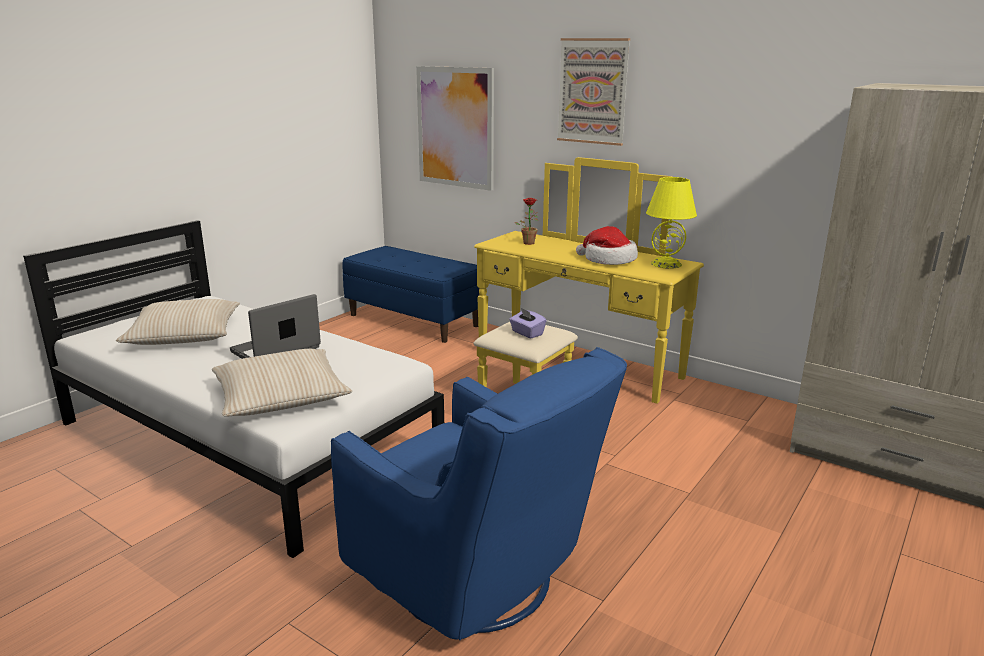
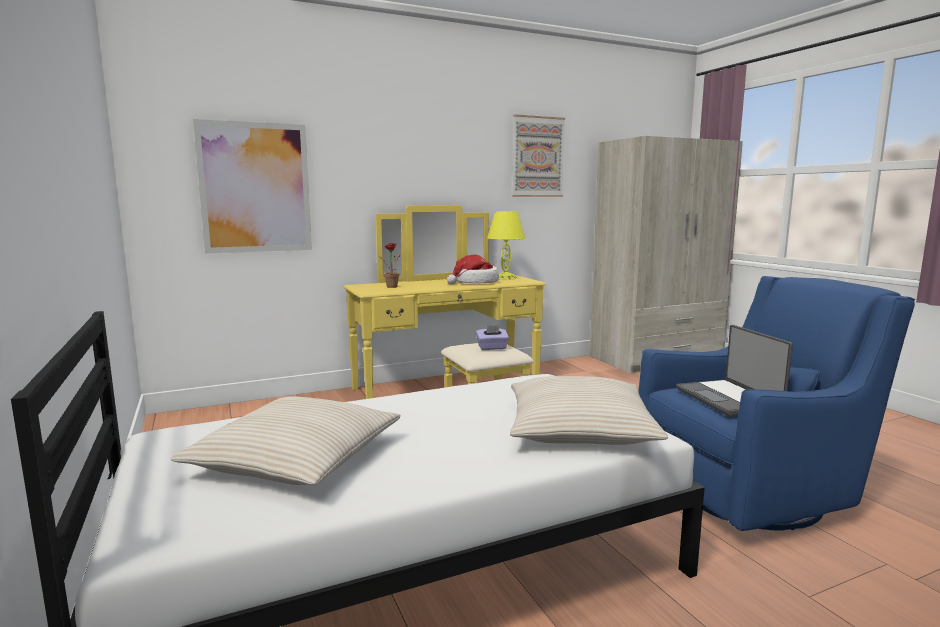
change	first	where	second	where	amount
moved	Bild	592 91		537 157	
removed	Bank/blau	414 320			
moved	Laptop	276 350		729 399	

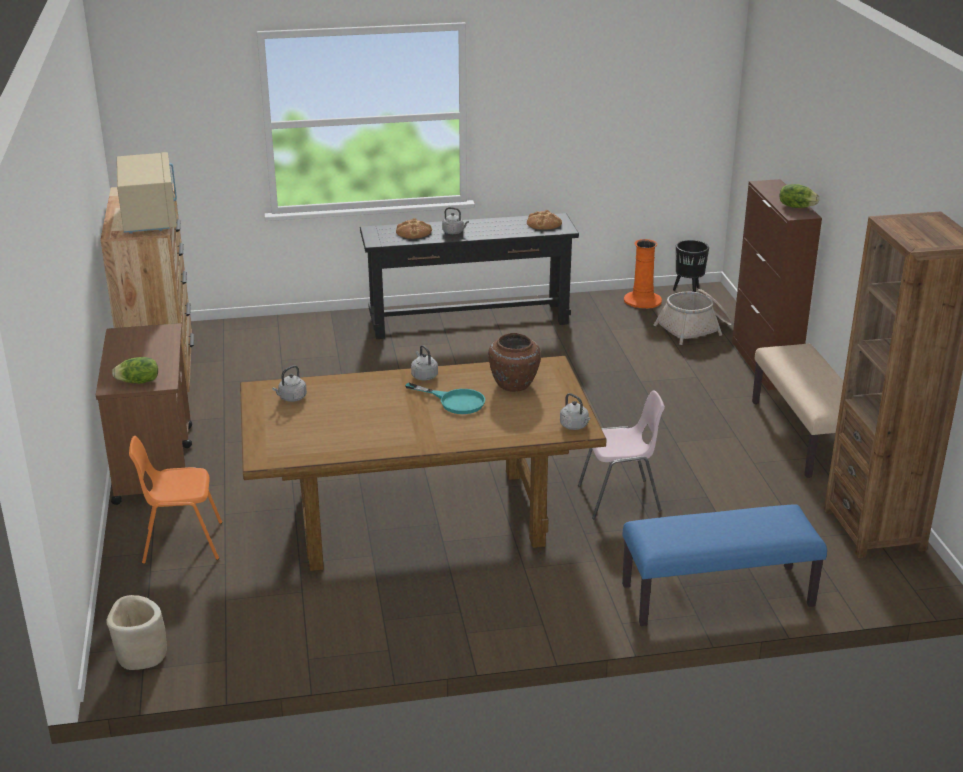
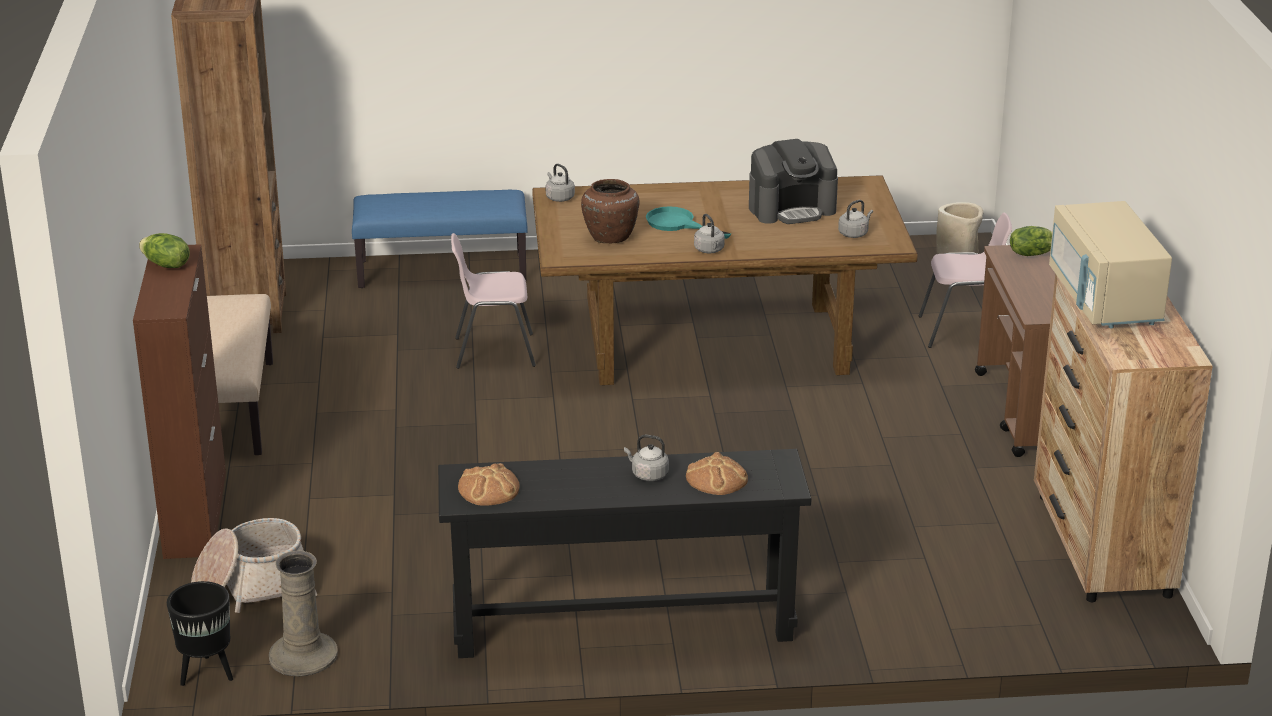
change	first	where	second	where	amount
recoloured	Vase/orange	643 301	Vase/beige	302 655	
recoloured	Stuhl/orange	181 543	Stuhl/rosa	962 331	
added			Kaffeemaschine	792 209	

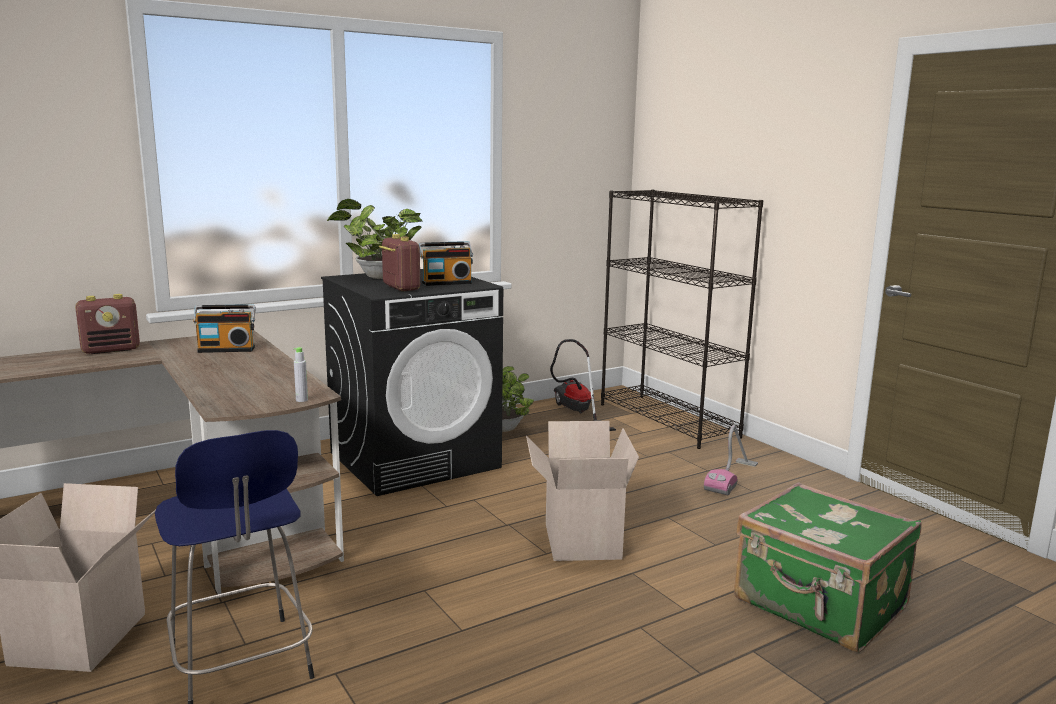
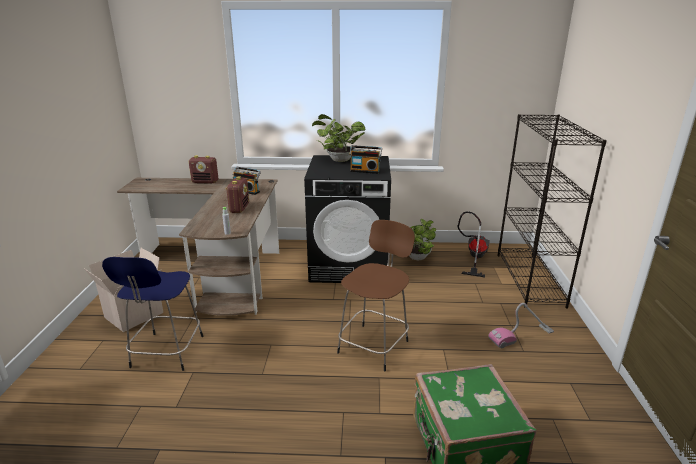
change	first	where	second	where	amount
moved	Radio	400 288		239 208	
replaced	Karton	579 540	Hocker/braun	374 345	

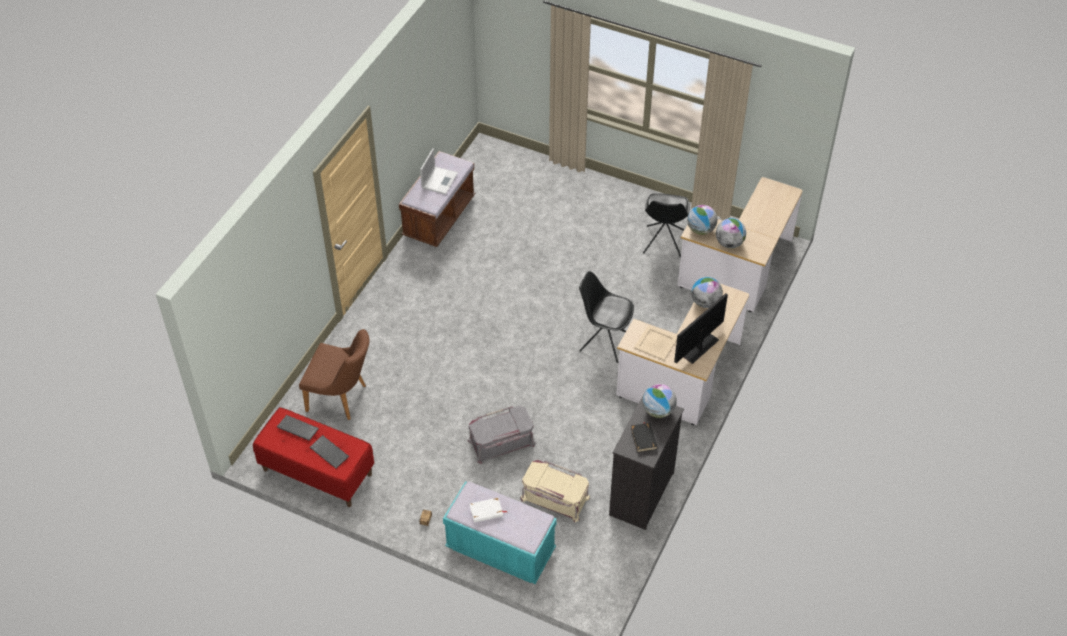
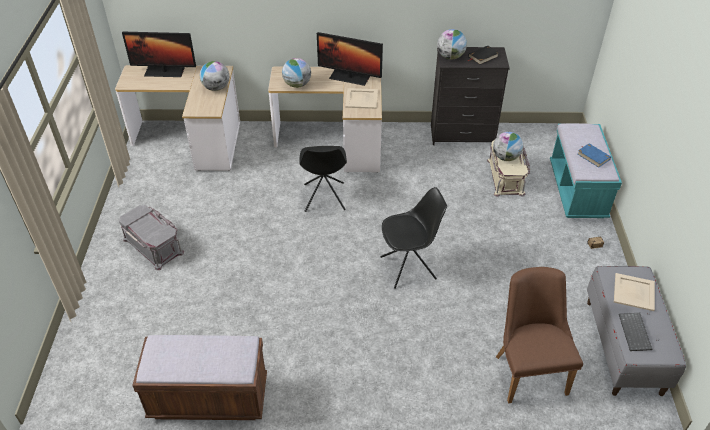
change	first	where	second	where	amount
removed	Laptop	439 180			
moved	Stuhl/schwarz	663 242		409 267	
moved	Globus	700 230		505 157	
moved	Aufbewahrungsbox/grau	501 443		154 245	
recoloured	Bank/rot	317 472	Bank/grau	623 346	
replaced	Tastatur	330 452	Tablett/beige	633 291	
recoloured	Buch/weiß	486 511	Buch/blau	593 157	
added			Monitor	164 72	

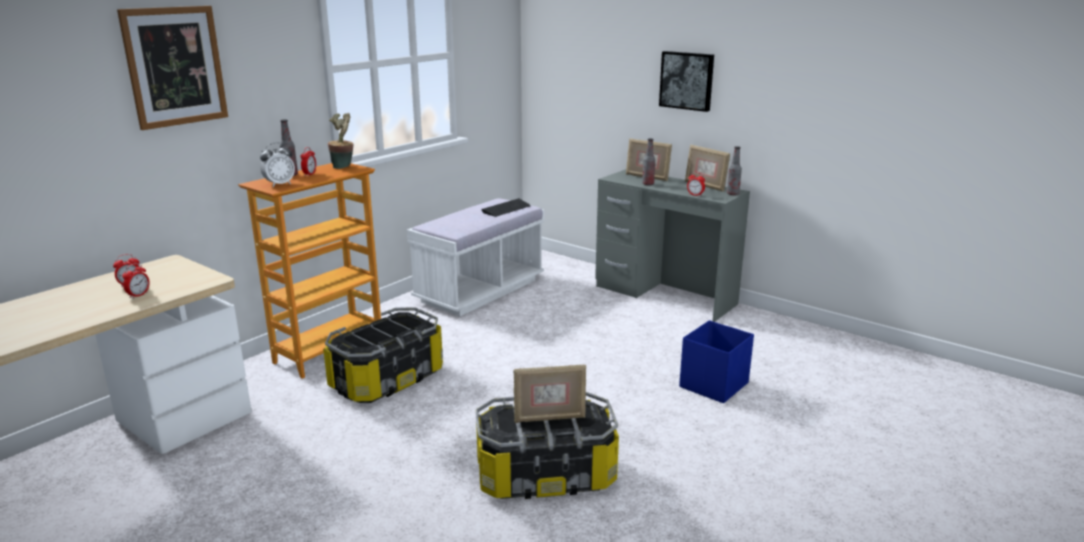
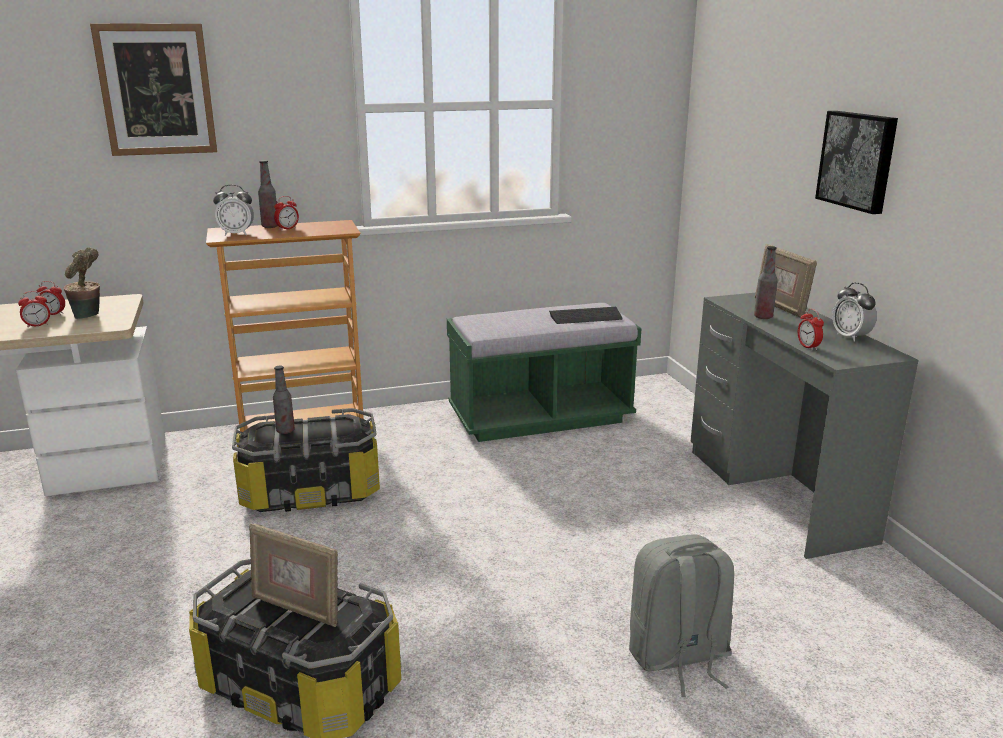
change	first	where	second	where	amount
moved	Topfpflanze	344 166		88 316	
replaced	Bilderrahmen	705 186	Wecker	850 337	
moved	Flasche	732 194		285 431	
recoloured	Bank/weiß	480 291	Bank/grün	540 417	
replaced	Aufbewahrungsbox/blau	713 385	Rucksack/grau	678 658	

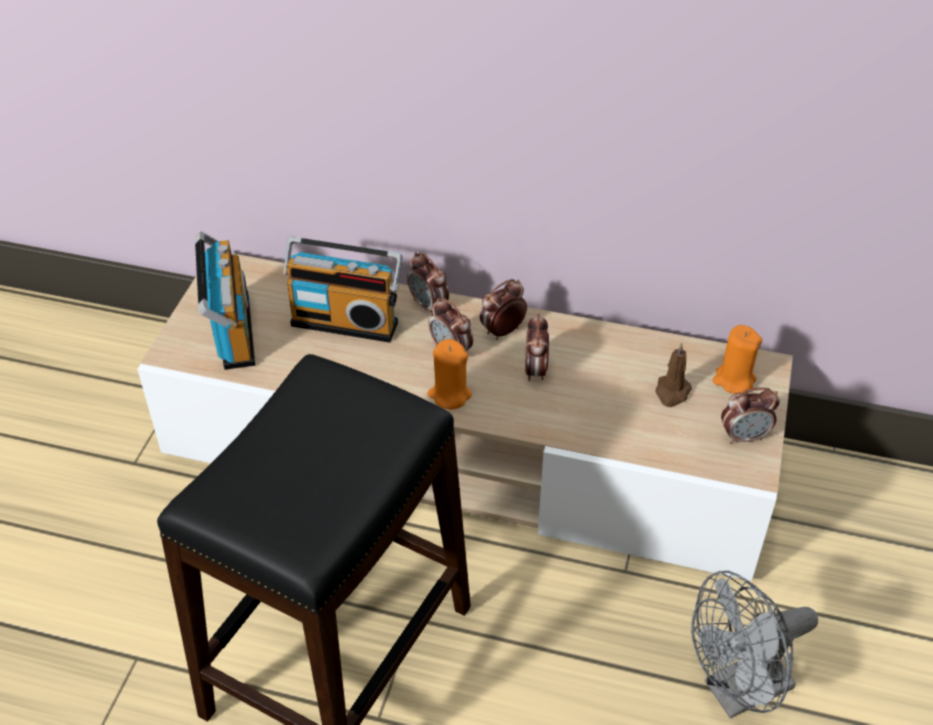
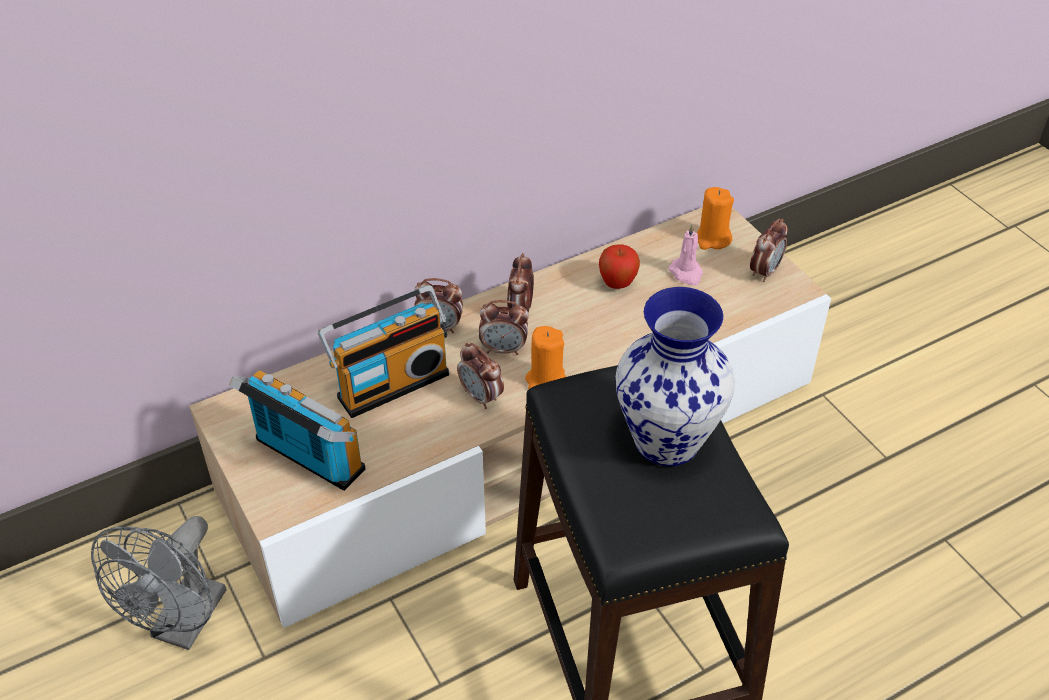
change	first	where	second	where	amount
moved	Wecker	535 371		481 397	
recoloured	Kerze/braun	672 392	Kerze/rosa	686 273	
moved	Ventilator/grau	737 692		183 625	
added			Apfel	617 284	
added			Vase	667 442	

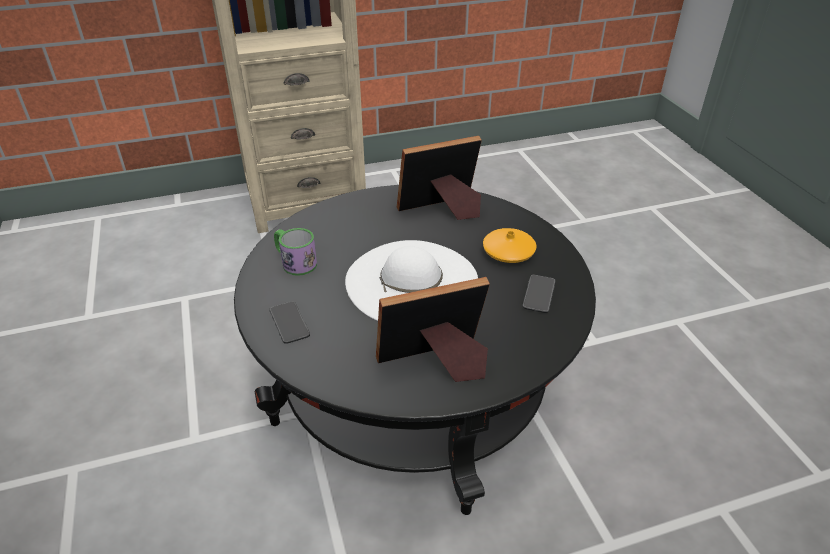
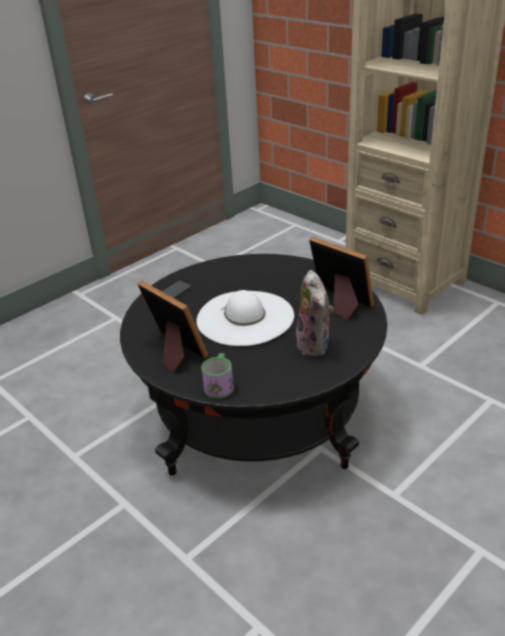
change	first	where	second	where	amount
moved	Henkelbecher	295 262		220 385	
replaced	Vase/orange	508 252	Plüschtier	315 345	
removed	Handy	539 294			

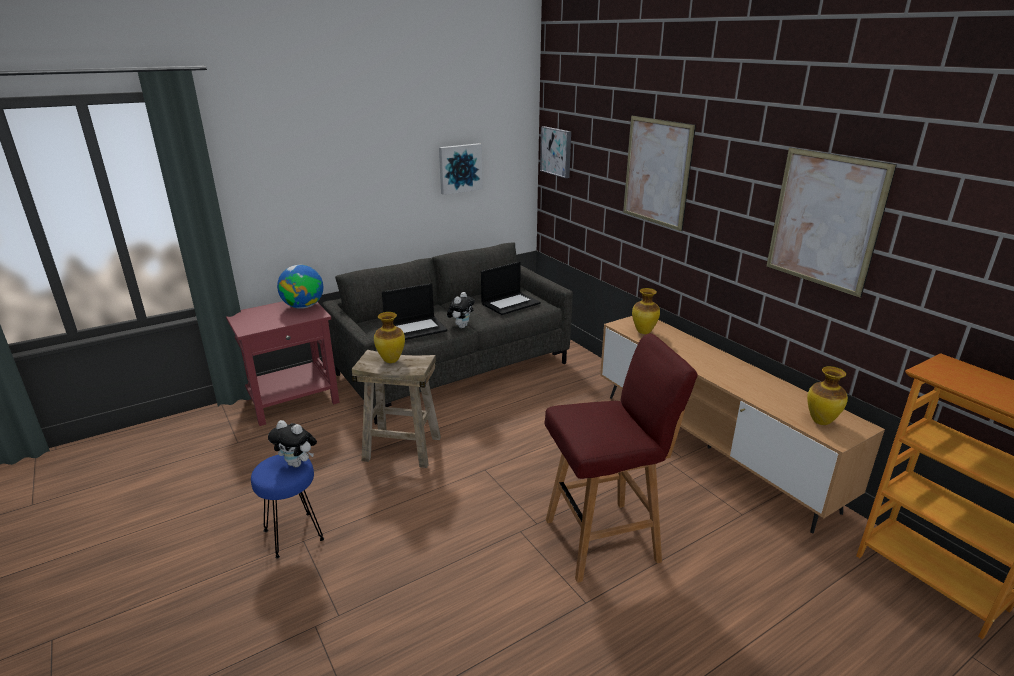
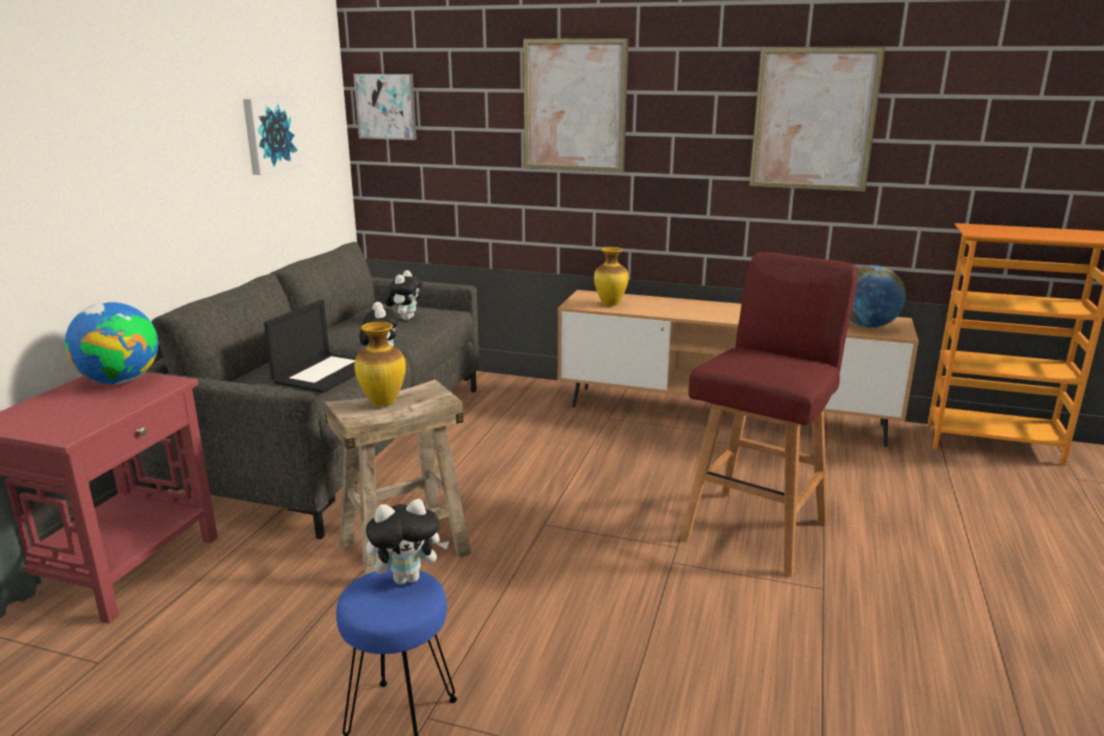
change	first	where	second	where	amount
replaced	Laptop	510 303	Plüschtier	406 318	
replaced	Vase	820 421	Globus	867 326	

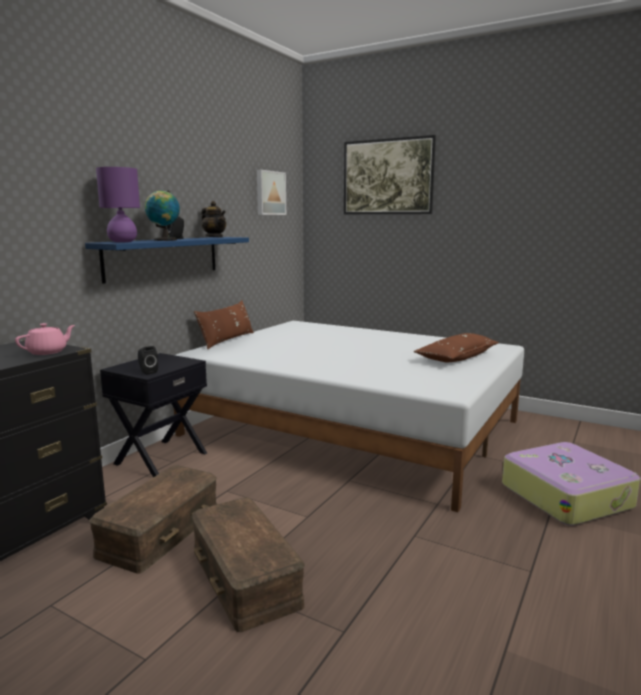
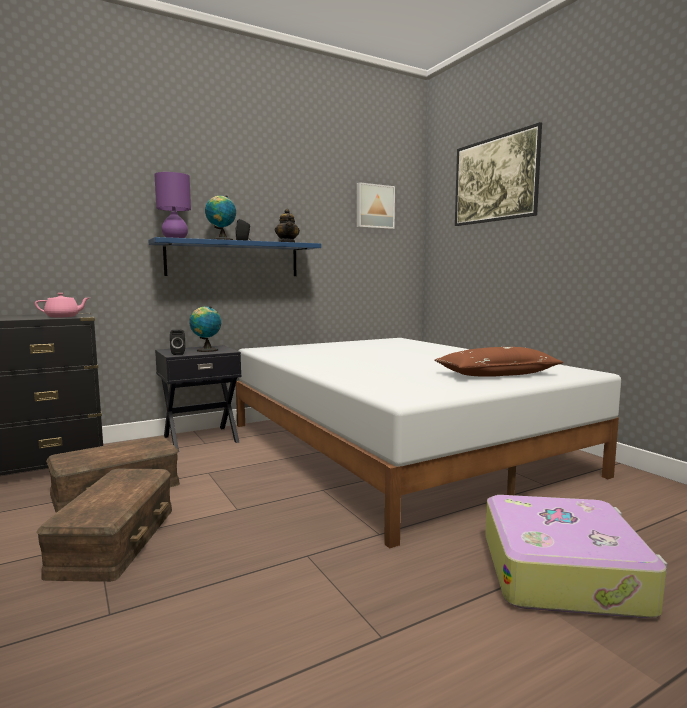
change	first	where	second	where	amount
removed	Kissen/braun	227 340			
added			Globus	206 350	

